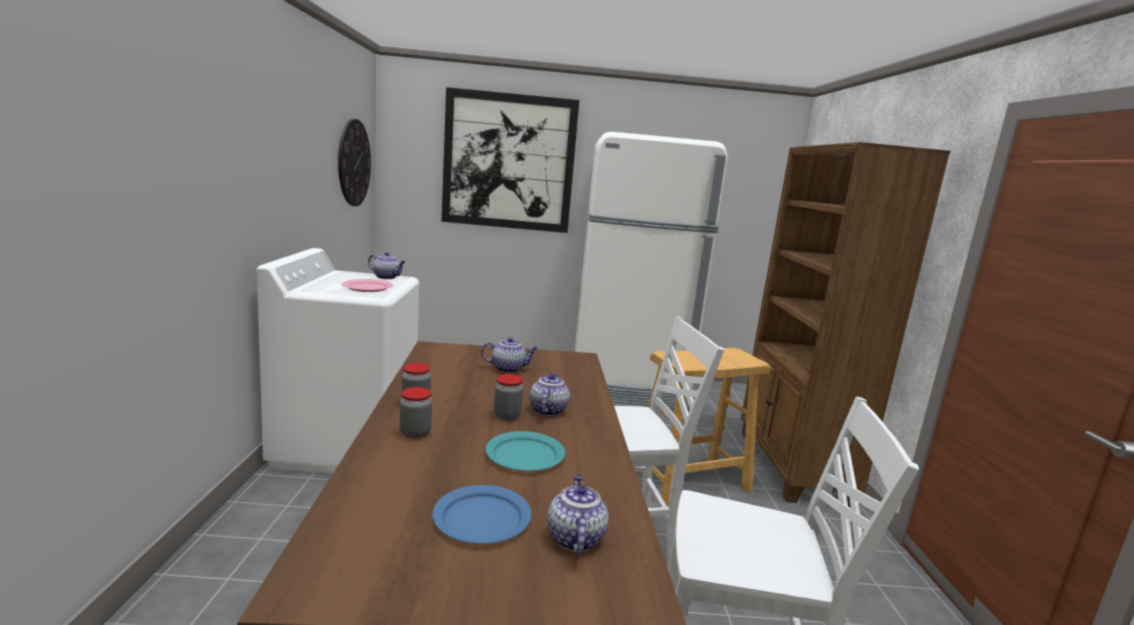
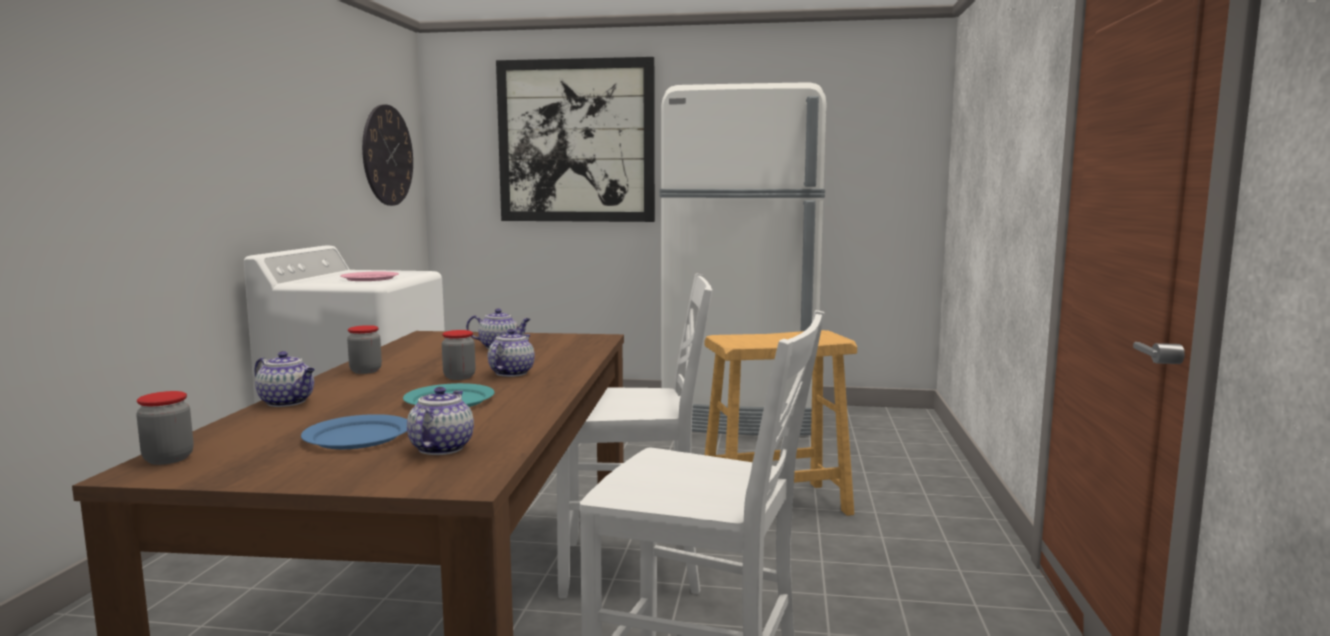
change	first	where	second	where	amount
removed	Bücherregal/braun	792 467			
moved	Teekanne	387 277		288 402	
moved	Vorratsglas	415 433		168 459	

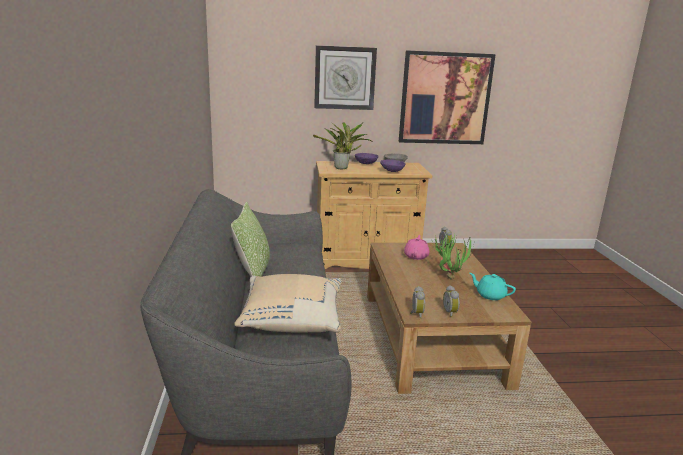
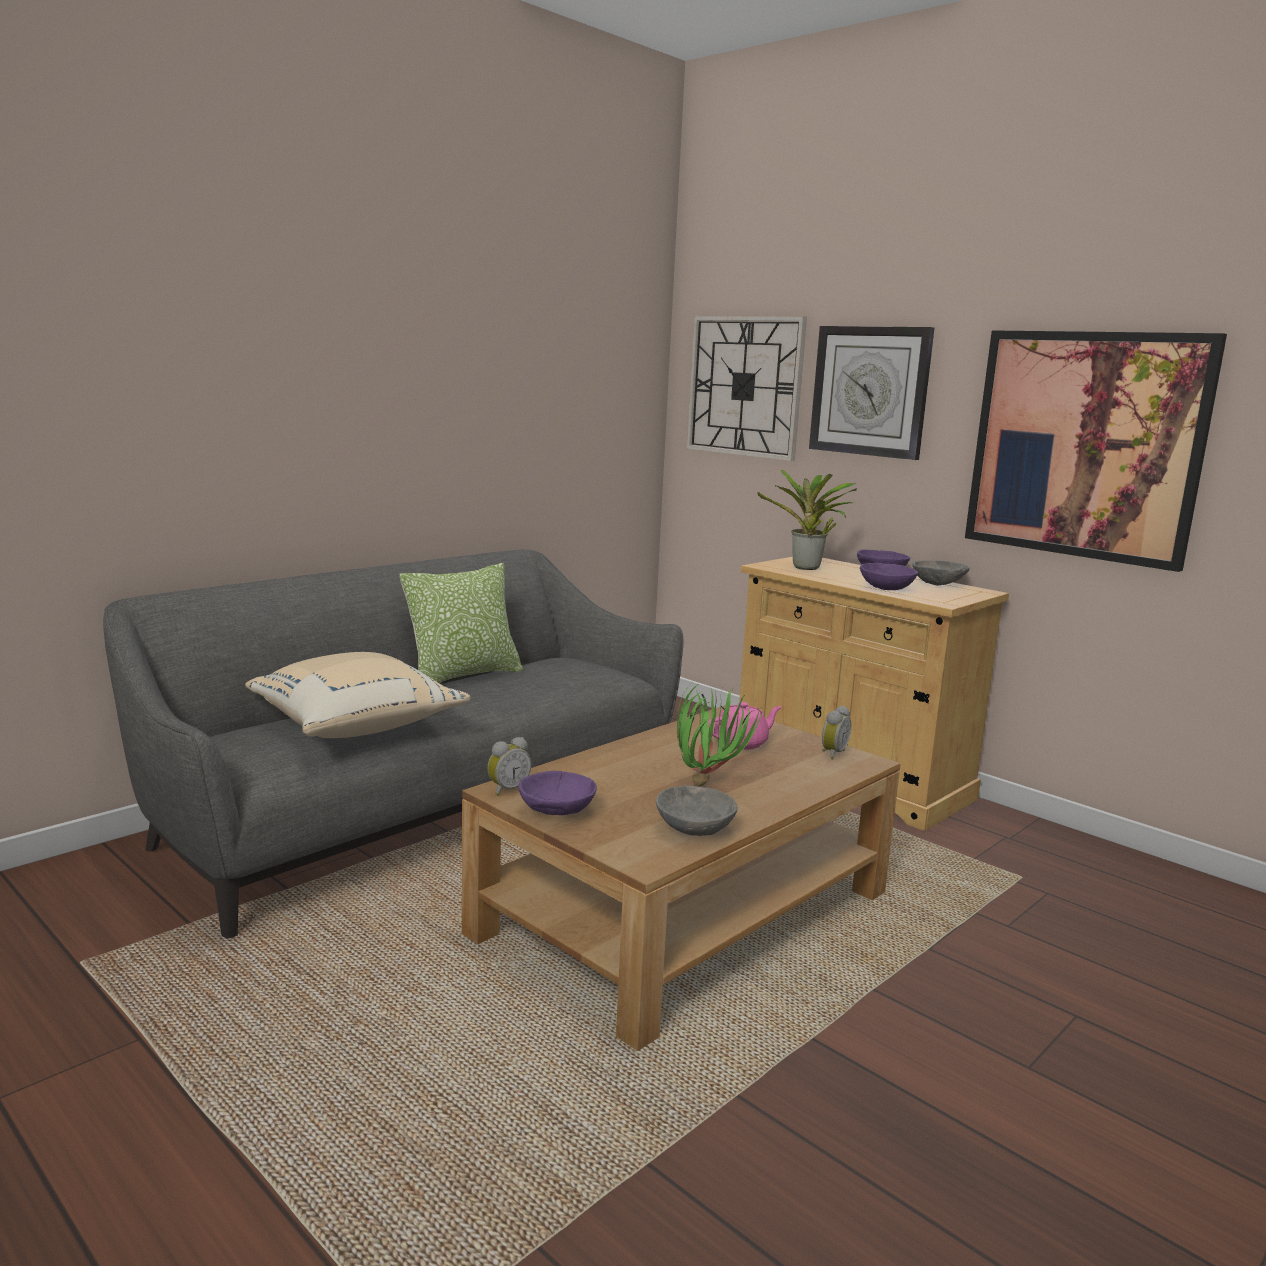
change	first	where	second	where	amount
replaced	Teekanne/türkis	490 295	Schüssel/grau	693 829	
replaced	Wecker	451 313	Schüssel/lila	557 812	
added			Wanduhr	744 386	

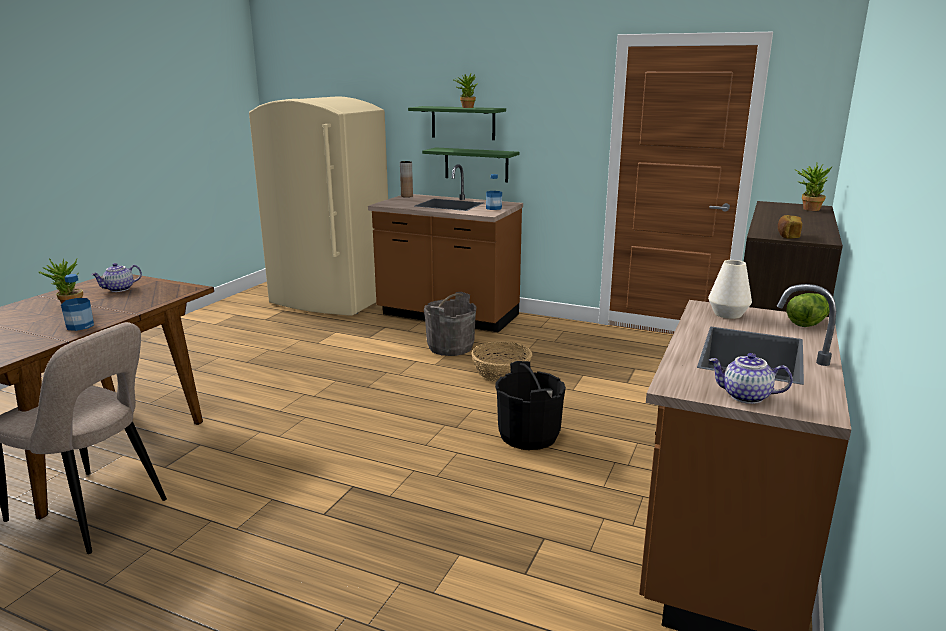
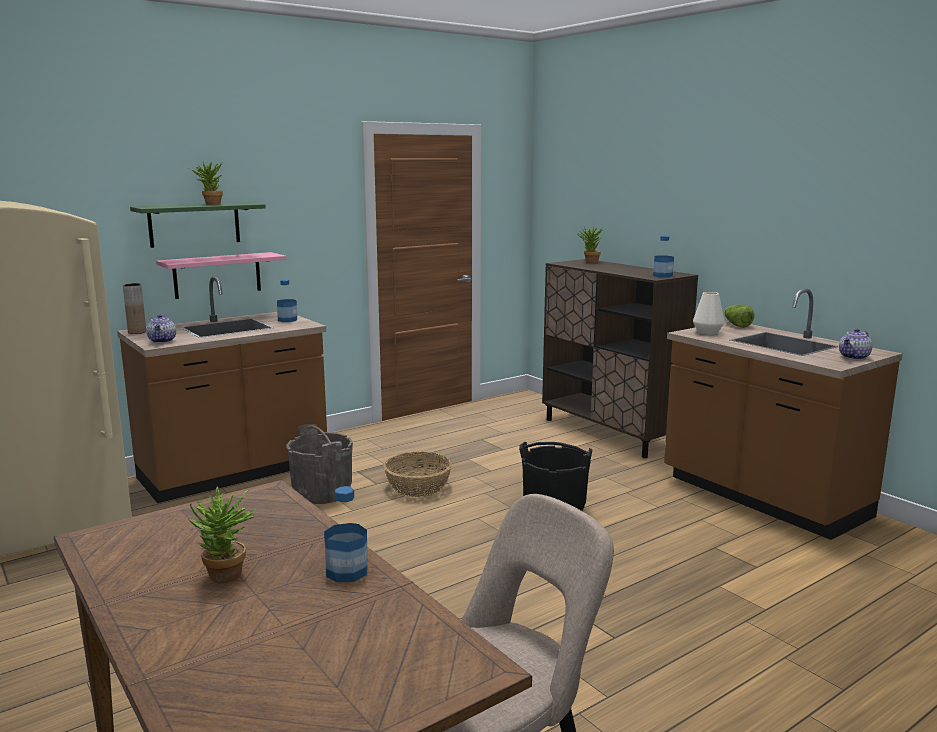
change	first	where	second	where	amount
recoloured	Wandregal/grün	476 164	Wandregal/rosa	217 275	
replaced	Brot	787 236	Flasche	662 276	
moved	Teekanne	119 289		163 341	

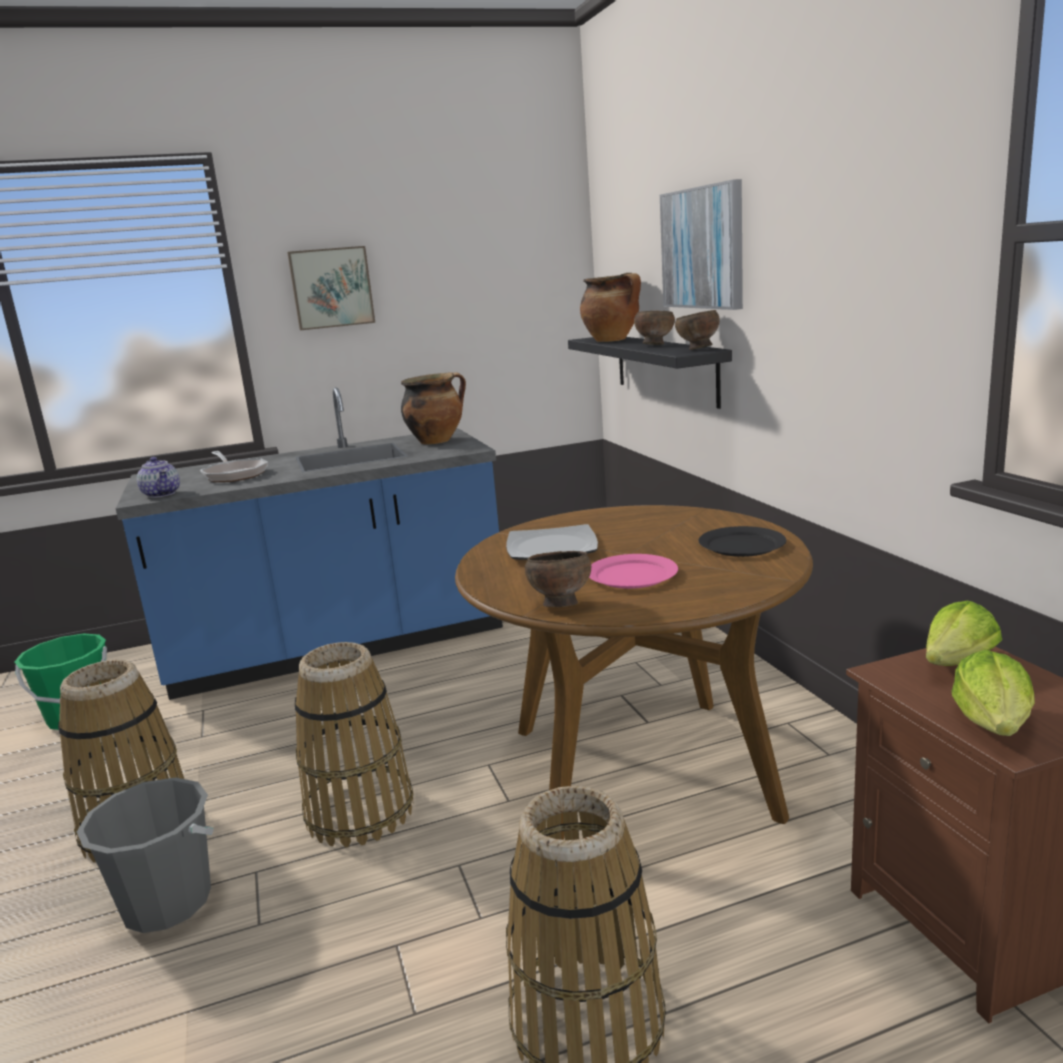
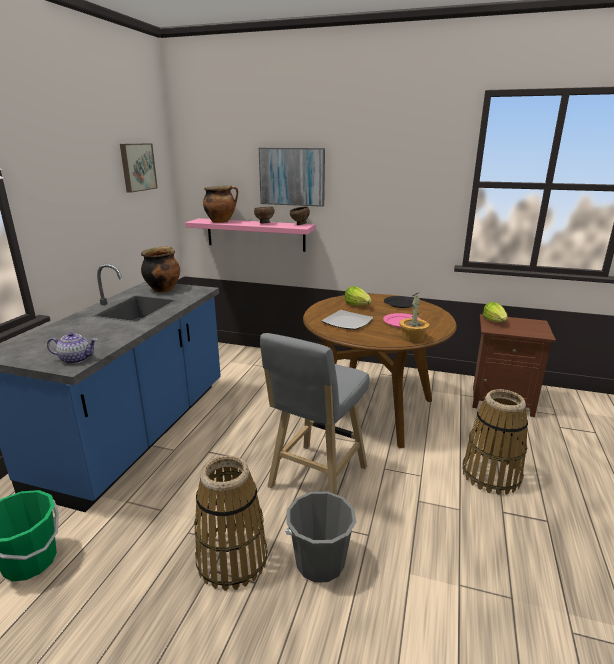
change	first	where	second	where	amount
moved	Bild	331 288		137 167	
recoloured	Wandregal/schwarz	665 368	Wandregal/rosa	255 234	
removed	Pfanne	234 474			
replaced	Schüssel/braun	559 605	Topfpflanze	413 338	
replaced	Korb	360 811	Hocker/grau	315 480	
moved	Salatkopf	994 724		358 305	

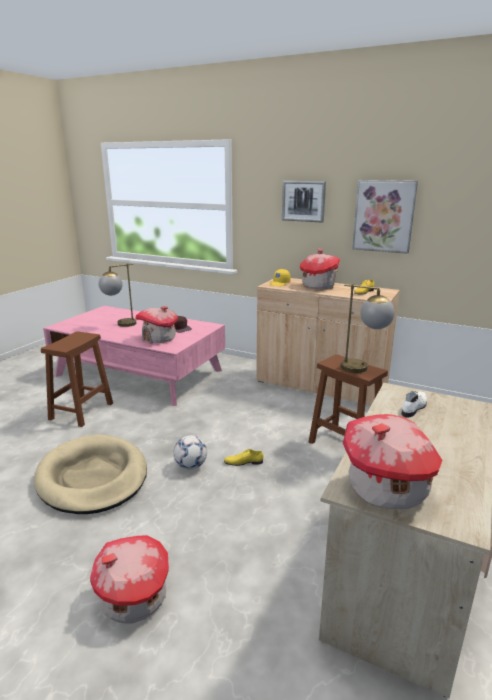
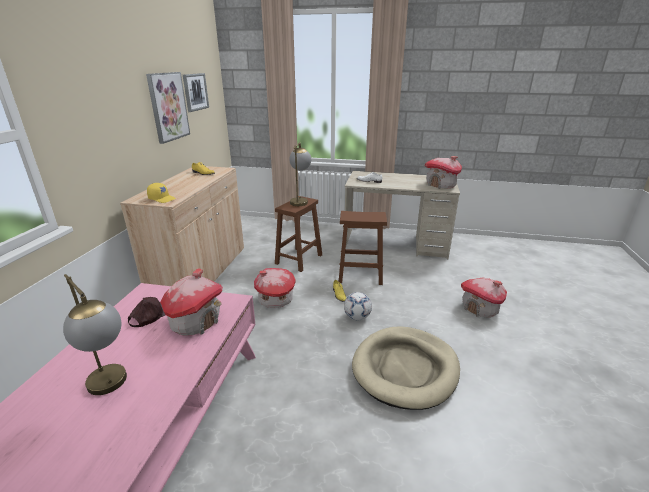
change	first	where	second	where	amount
moved	Bild	303 201		195 92	
moved	Spielzeughaus	319 286		275 300	
moved	Hocker/braun	82 410		359 275	

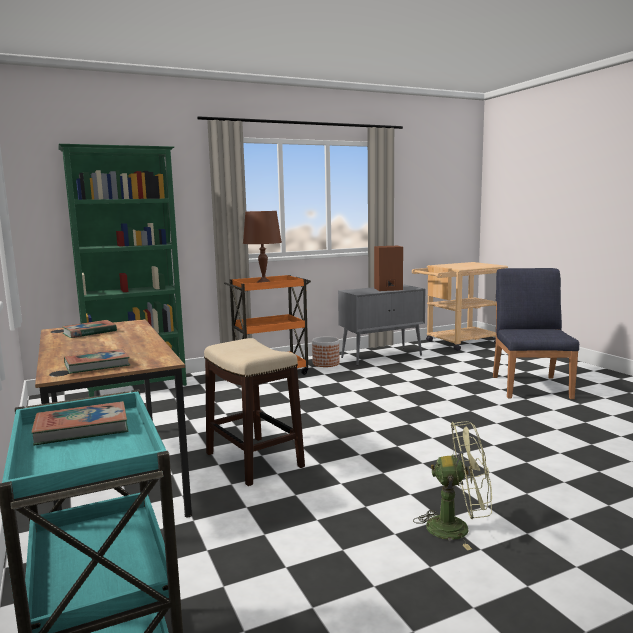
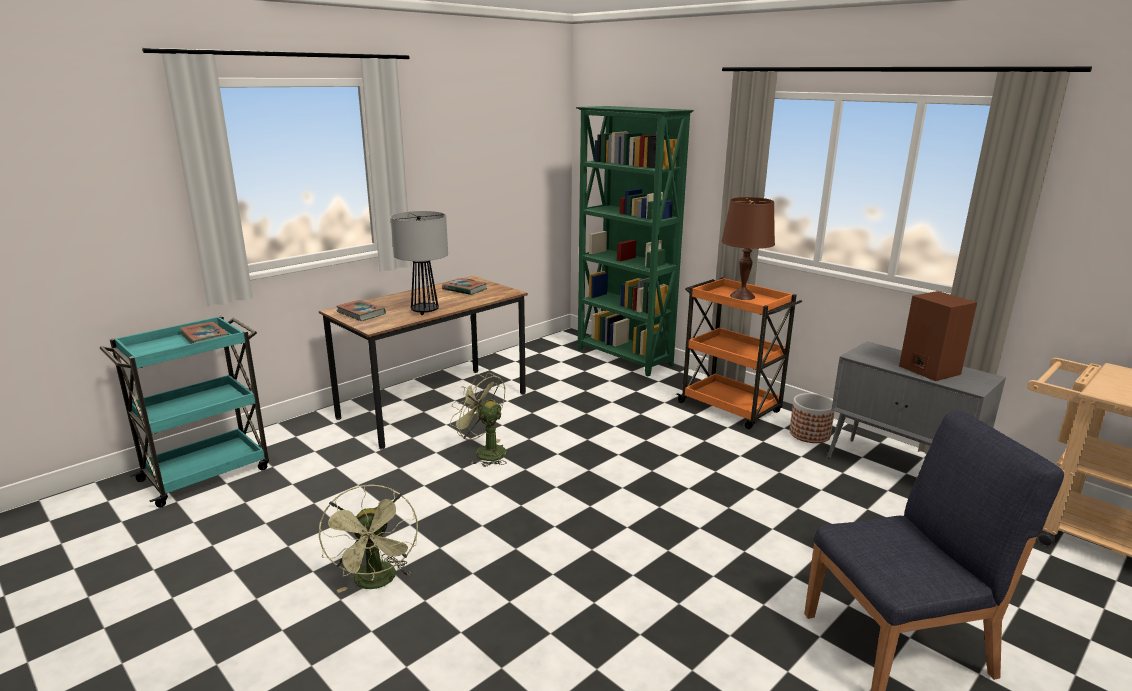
change	first	where	second	where	amount
replaced	Hocker	254 460	Ventilator/grün	484 452	
added			Tischlampe	424 311	

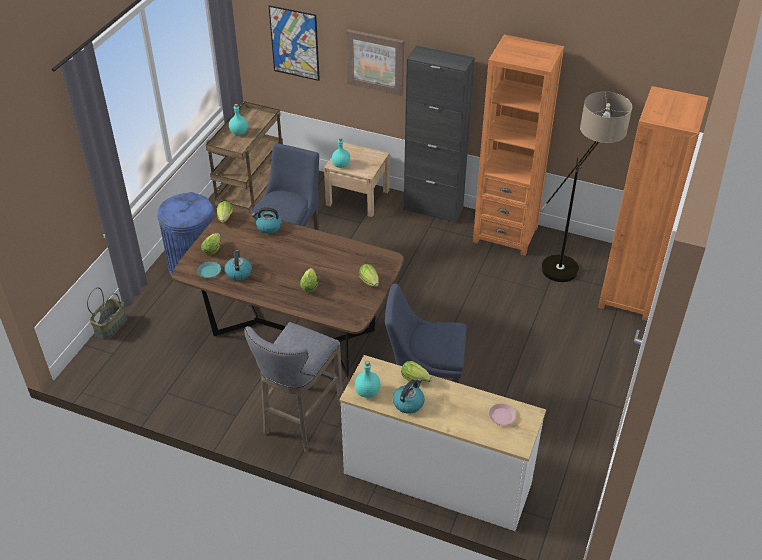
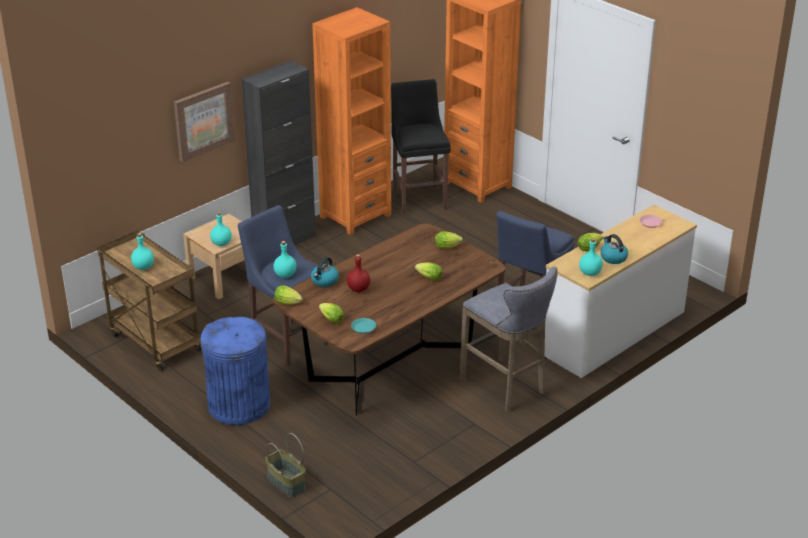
change	first	where	second	where	amount
removed	Bild	294 43			
replaced	Stehlampe	570 263	Hocker/schwarz	419 197	
removed	Wasserkessel	238 272			
added			Flasche/türkis	285 275	
added			Flasche/rot	358 289	

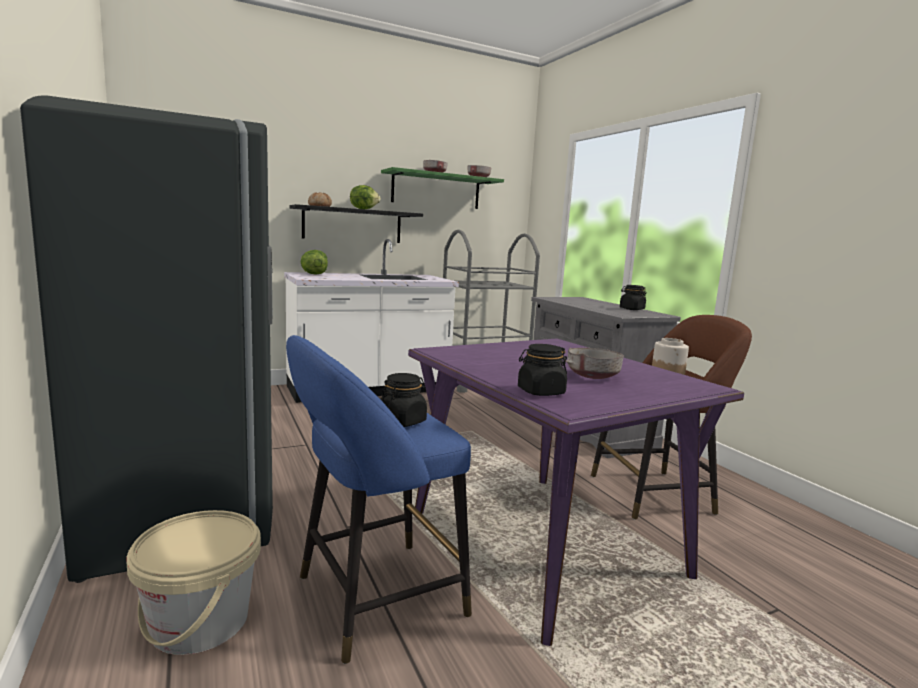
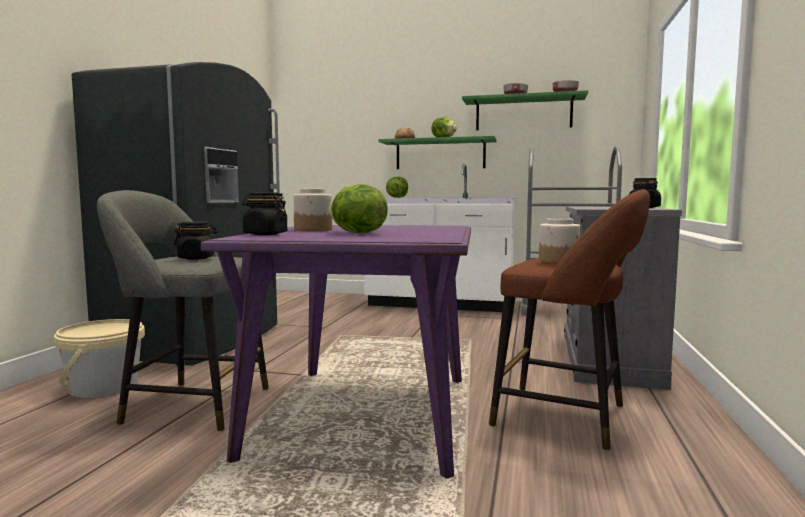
change	first	where	second	where	amount
recoloured	Wandregal/schwarz	352 225	Wandregal/grün	440 154	
recoloured	Hocker/blau	372 599	Hocker/grau	190 405	
replaced	Schüssel/grau	593 376	Salatkopf	357 233	
added			Vorratsglas	313 230	

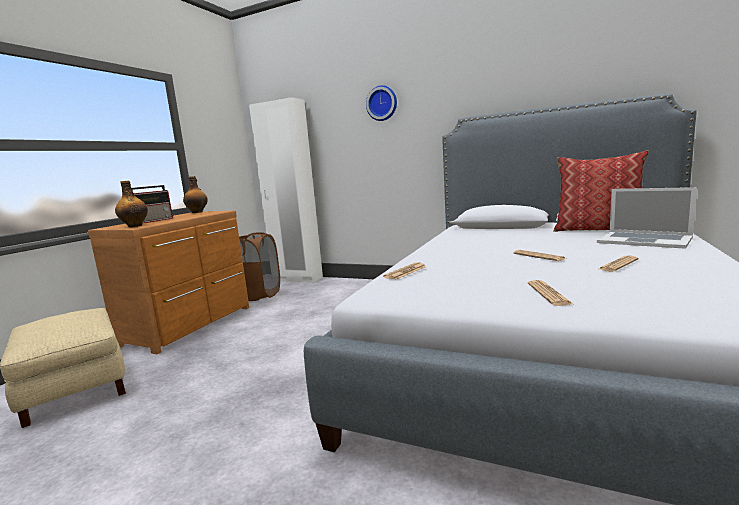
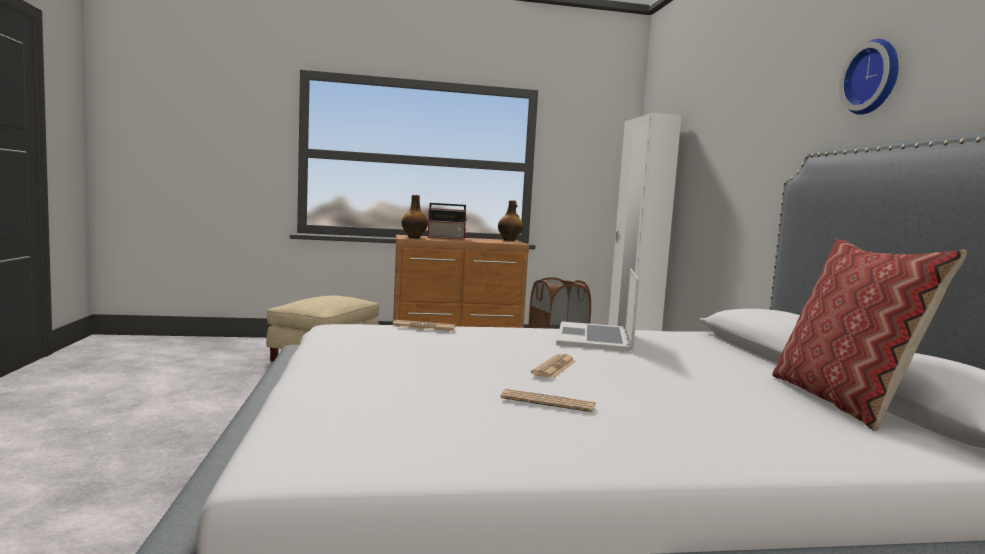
change	first	where	second	where	amount
moved	Wanduhr	382 103		874 77	
moved	Laptop	644 240		595 337	
removed	Zeitung	549 294			

